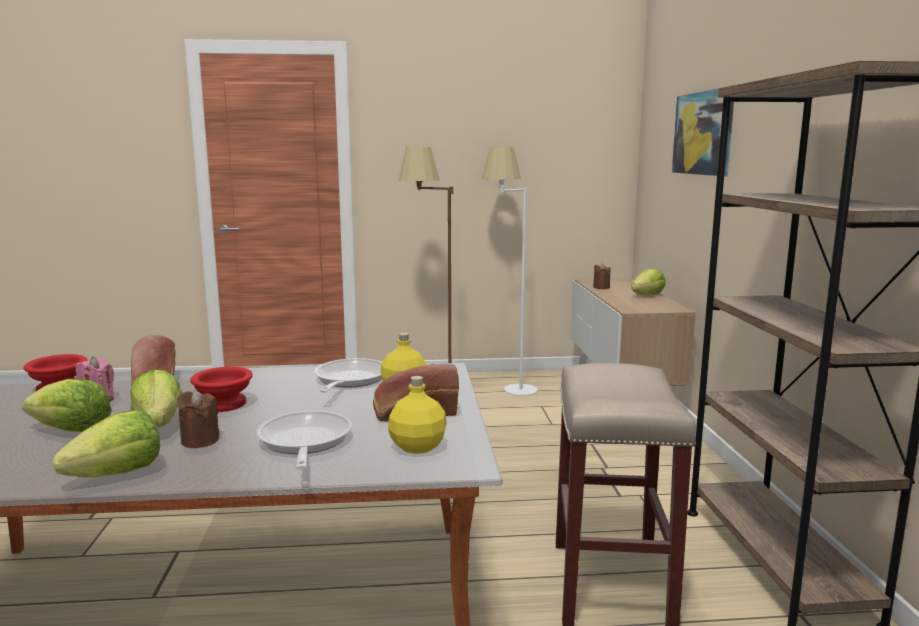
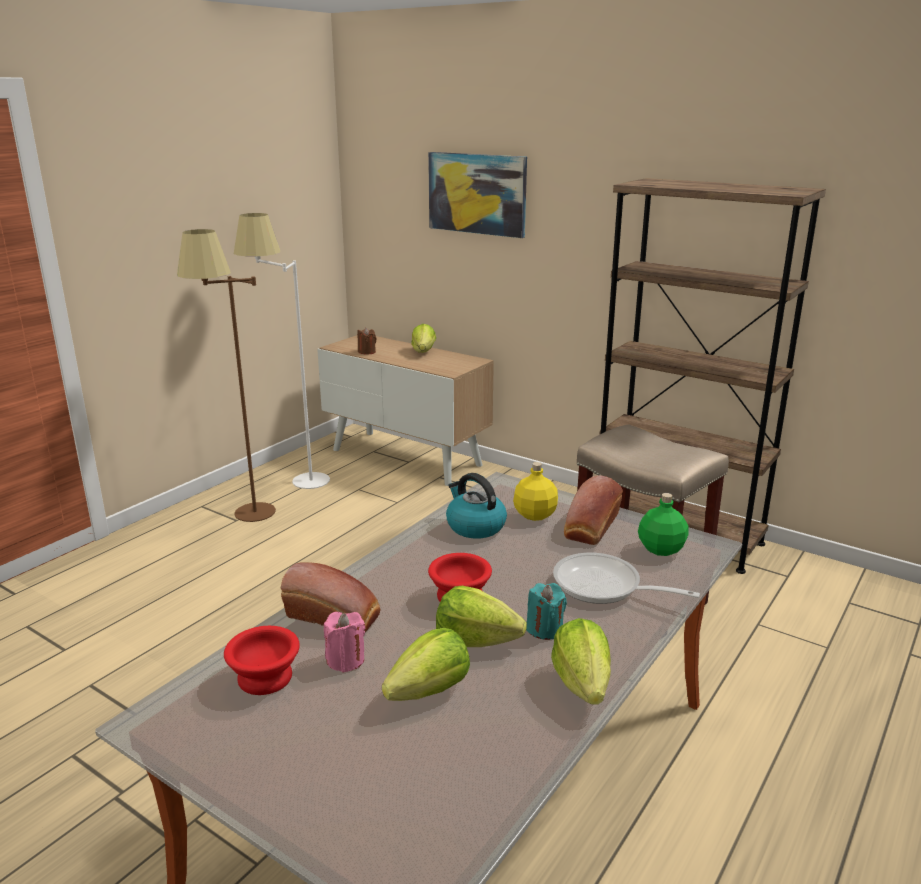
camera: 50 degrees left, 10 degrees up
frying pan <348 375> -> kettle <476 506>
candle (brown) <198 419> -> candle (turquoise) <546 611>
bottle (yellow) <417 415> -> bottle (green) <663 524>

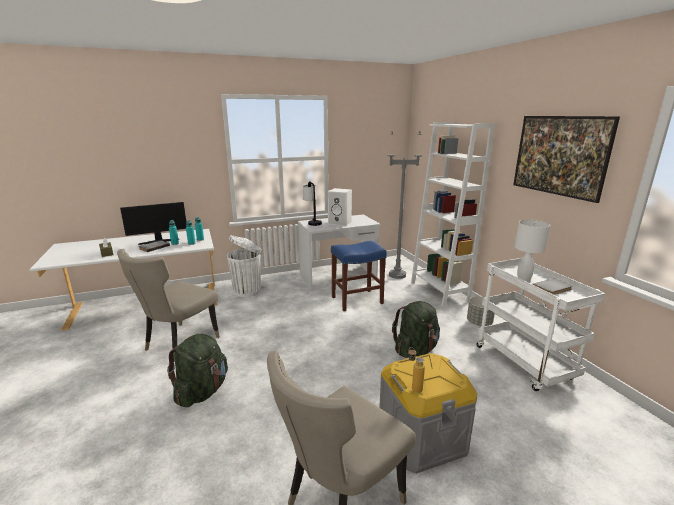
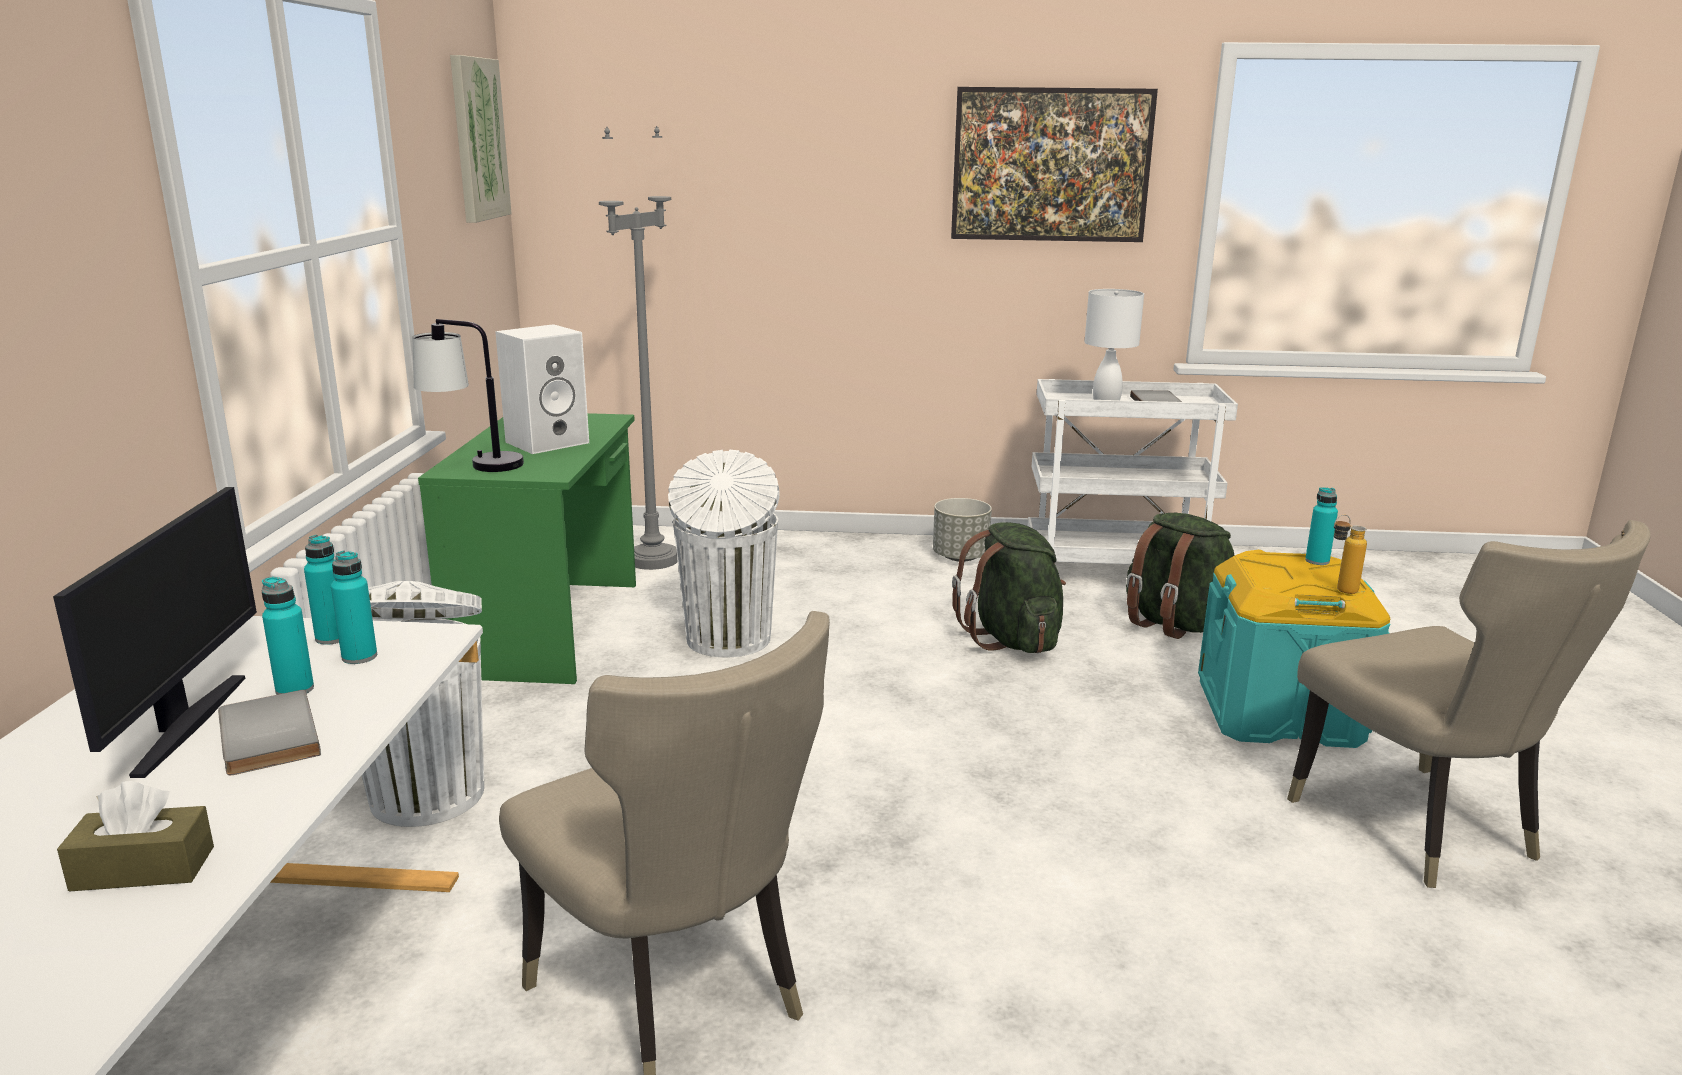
camera: 65 degrees left, 0 degrees up
bookcase (white) <453 214> -> none
none -> picture <481 139>
none -> bottle (turquoise) <1321 526>
backpack (green) <197 370> -> backpack (green) <1180 576>, move
stool (blue) <359 276> -> trash can (white) <724 553>
desk (white) <339 252> -> desk (green) <527 548>
storage box (grey) <428 413> -> storage box (turquoise) <1294 649>

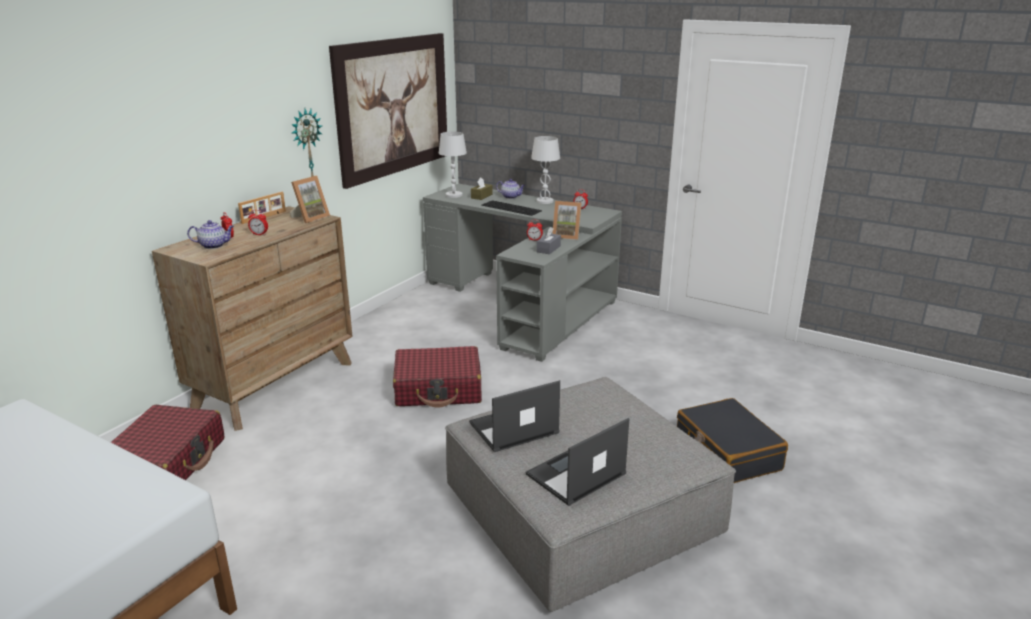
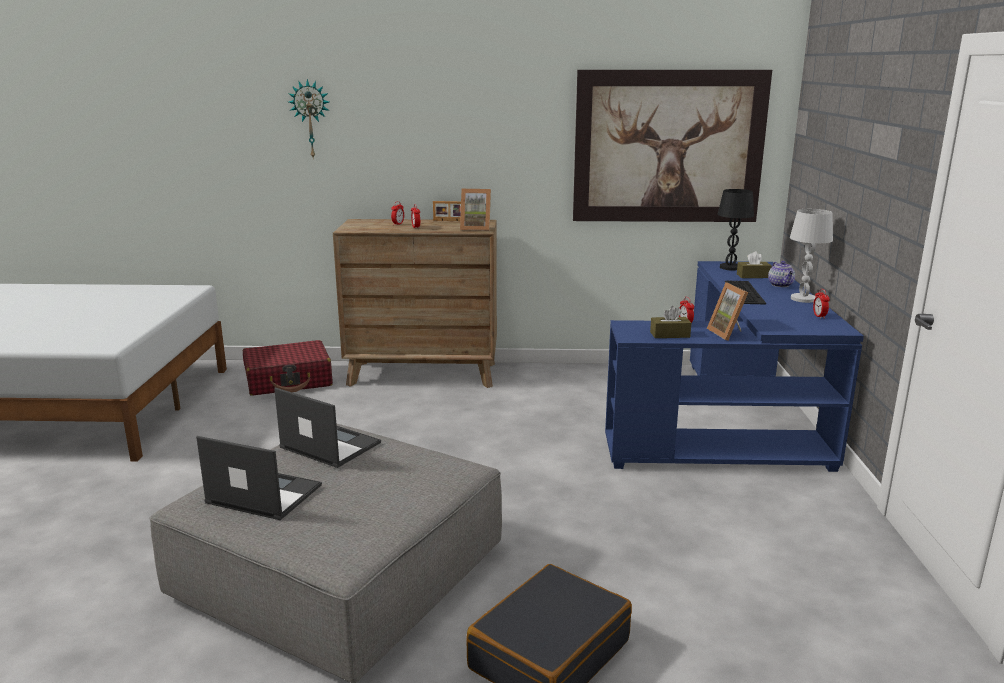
camera: 60 degrees right, 5 degrees down
teapot <210 234> -> none
suitcase (red) <437 377> -> none
wall clock <306 143> -> wall clock <308 118>, move
desk (grey) <522 273> -> desk (blue) <734 366>
table lamp (white) <453 164> -> table lamp (black) <736 230>
tissue box (grey) <549 240> -> tissue box (brown) <670 322>

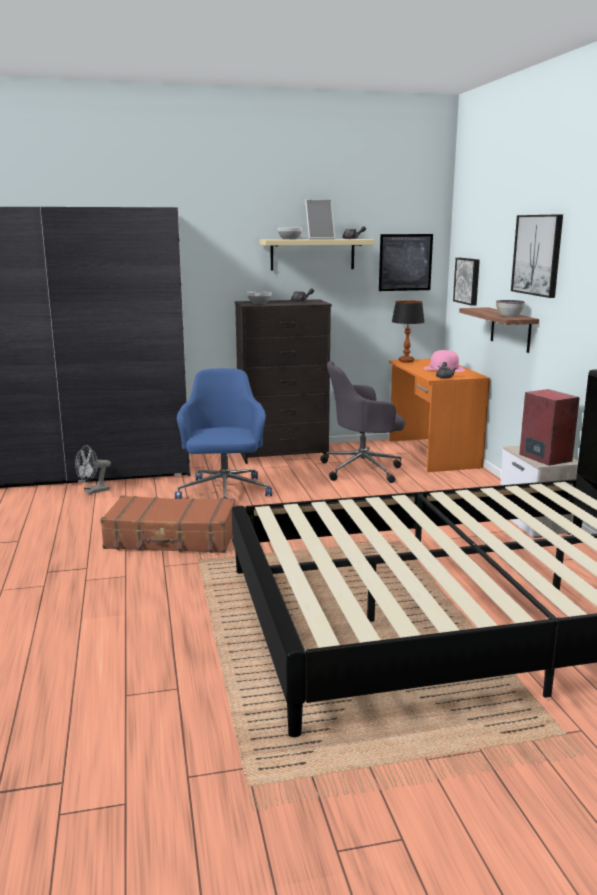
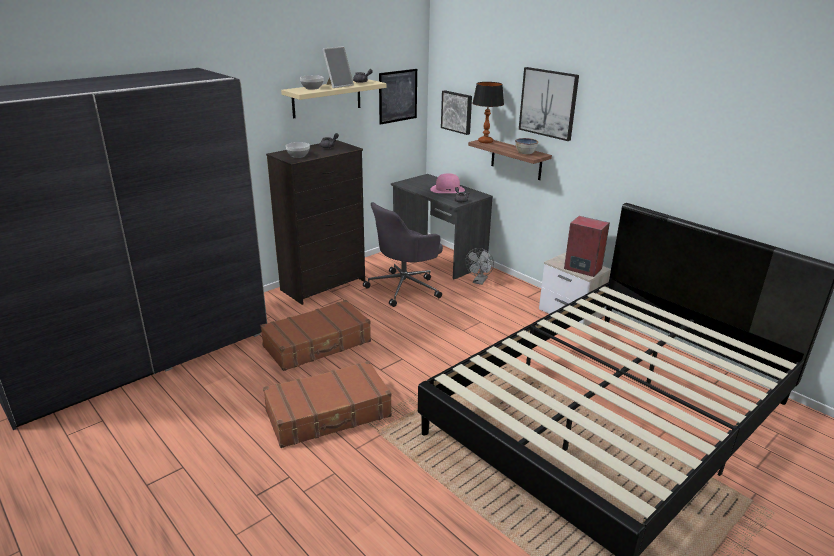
camera: 30 degrees left, 10 degrees up
fan (grey) <93 469> -> fan (grey) <479 266>, move
table lamp <408 332> -> table lamp <488 112>, move
office chair (blue) <223 433> -> suitcase (brown) <315 335>
desk (orange) <439 415> -> desk (grey) <442 226>

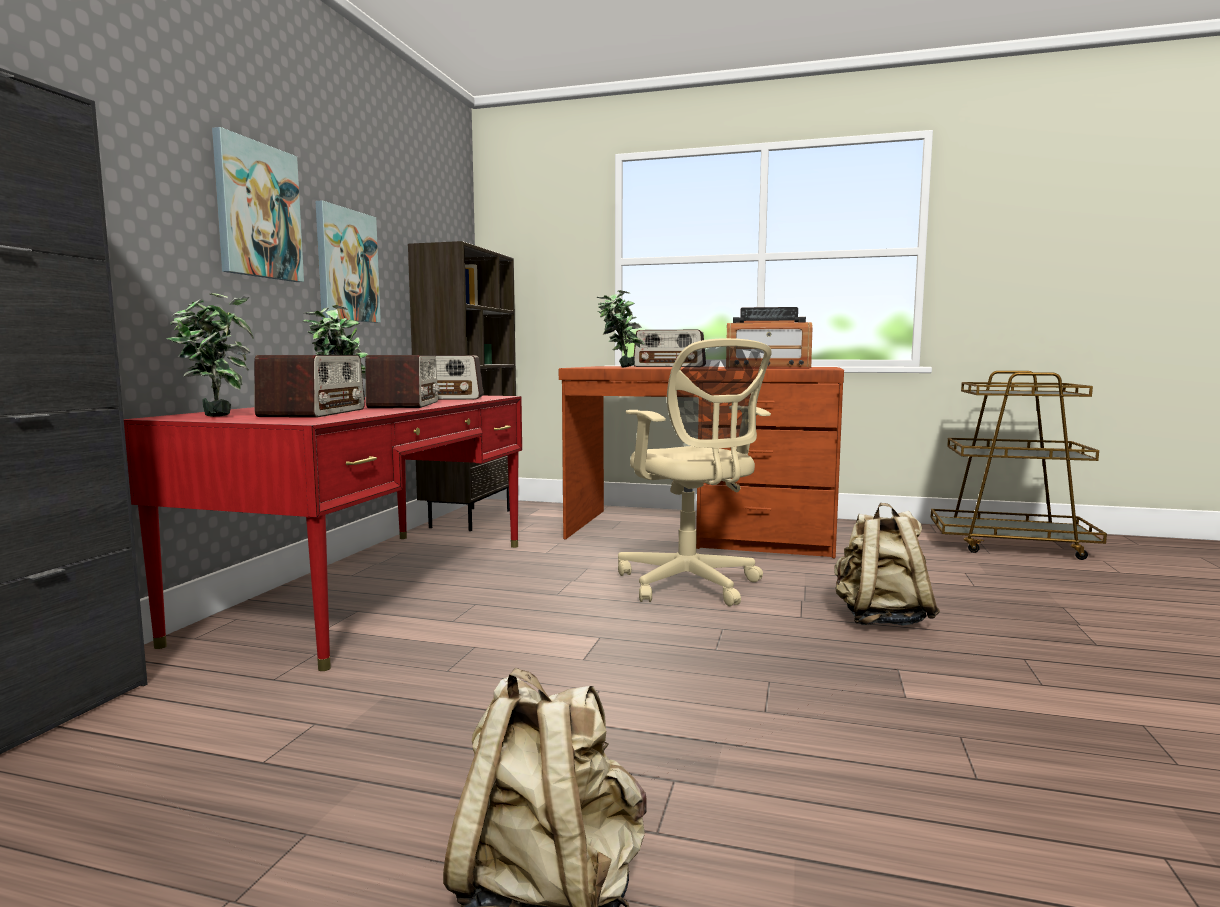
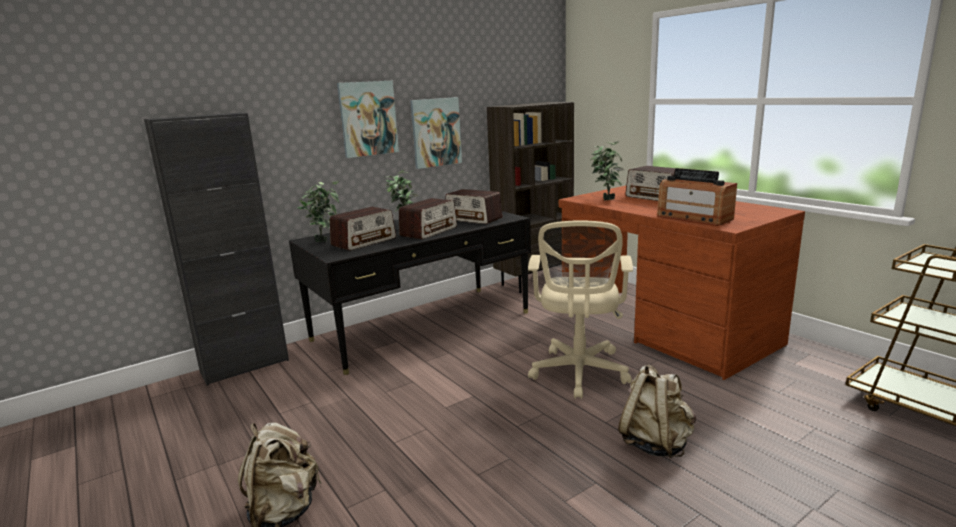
camera: 40 degrees right, 10 degrees up
desk (red) <323 533> -> desk (black) <410 293>

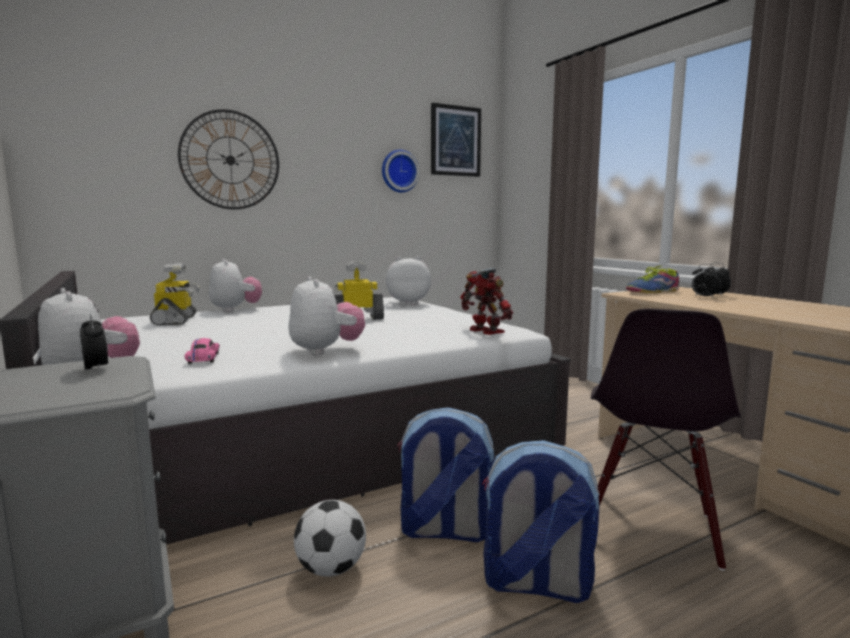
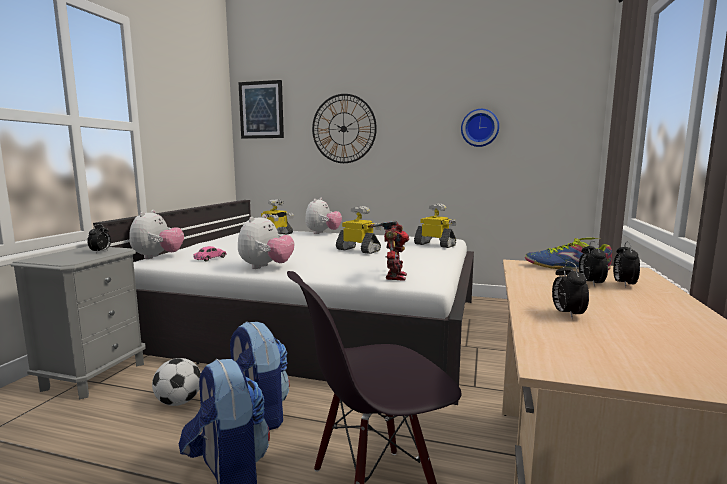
camera: 45 degrees right, 0 degrees up
none -> alarm clock <570 290>
picture <456 140> -> picture <261 109>, move
plush toy <408 280> -> toy robot <435 225>

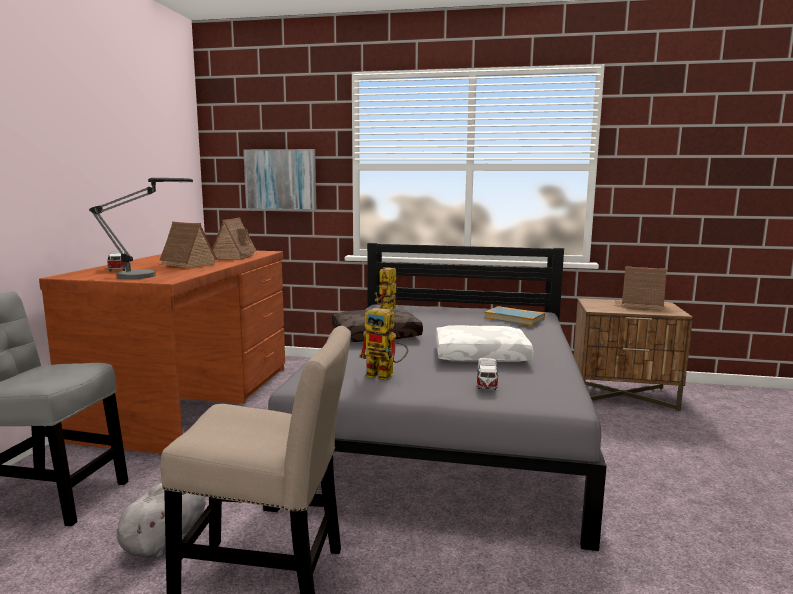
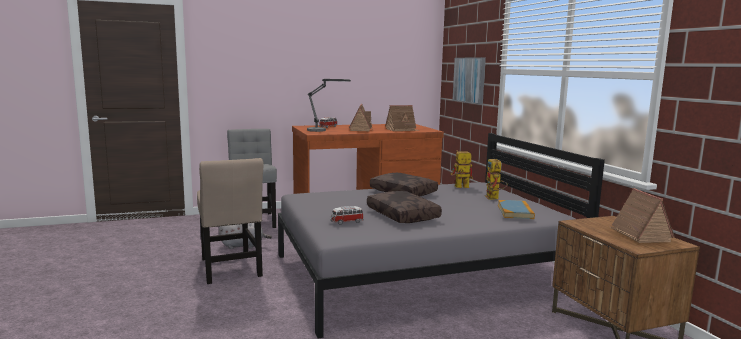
camera: 60 degrees right, 0 degrees up
toy robot <383 344> -> toy robot <496 179>, move
pillow (white) <484 343> -> pillow (brown) <404 207>

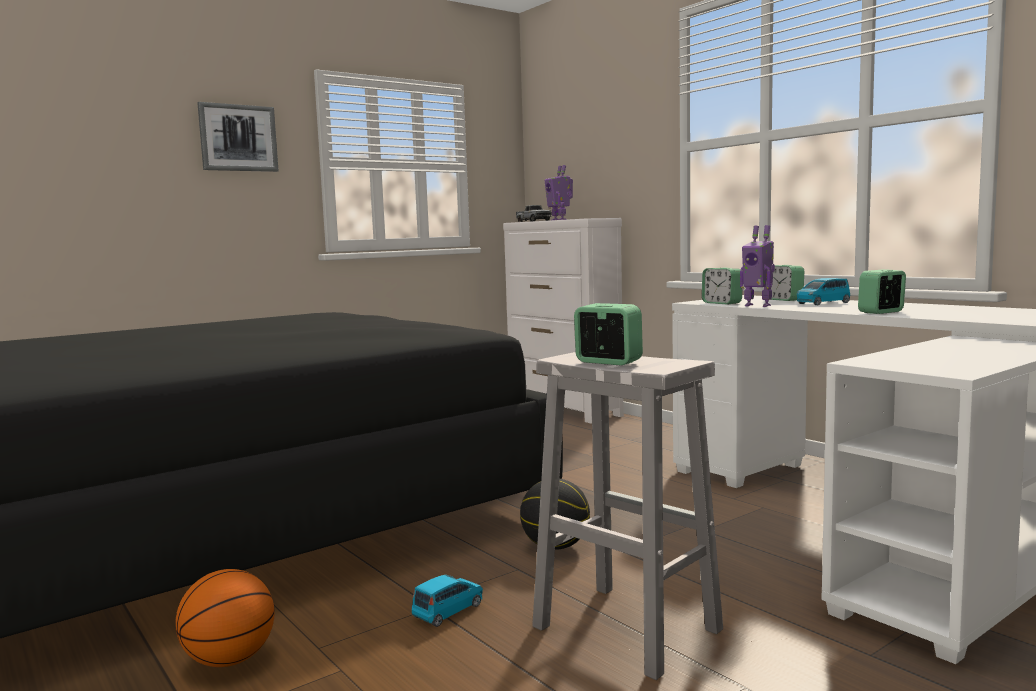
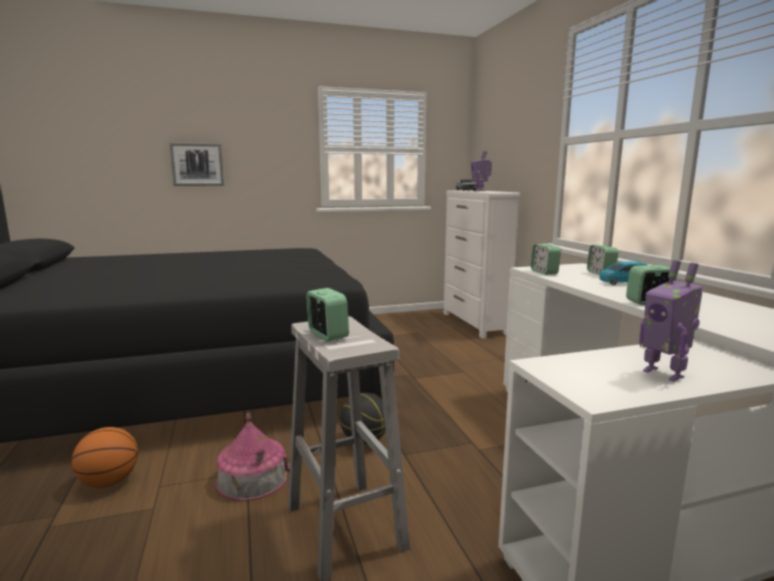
camera: 20 degrees right, 5 degrees up
picture <238 137> -> picture <196 164>, move
toy robot <757 266> -> toy robot <670 321>, move
toy car (blue) <447 601> -> toy house <253 457>

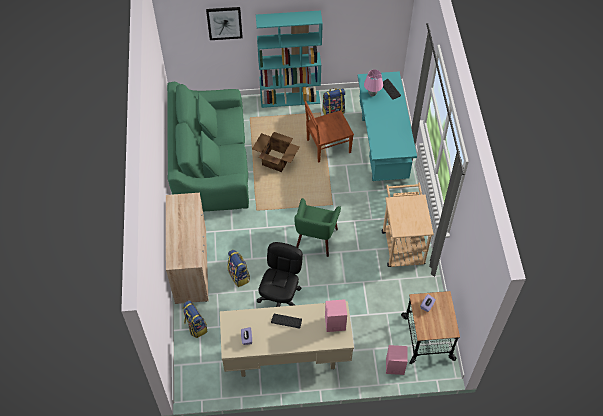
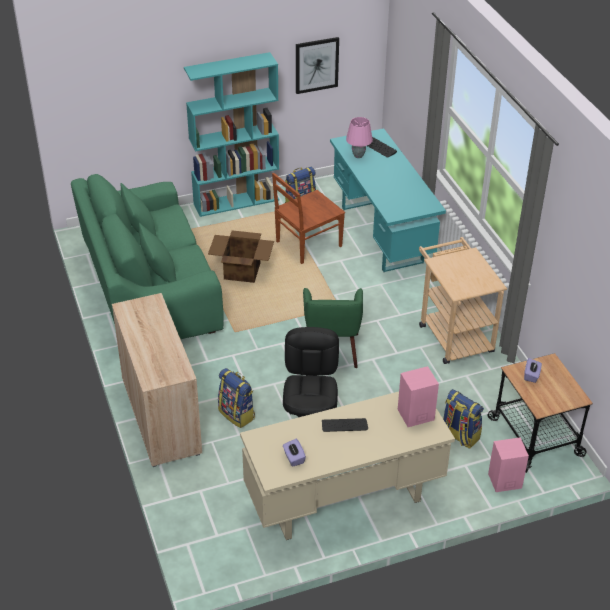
camera: 15 degrees left, 15 degrees down
backpack <195 319> -> backpack <463 419>, move
picture <224 23> -> picture <317 65>, move

